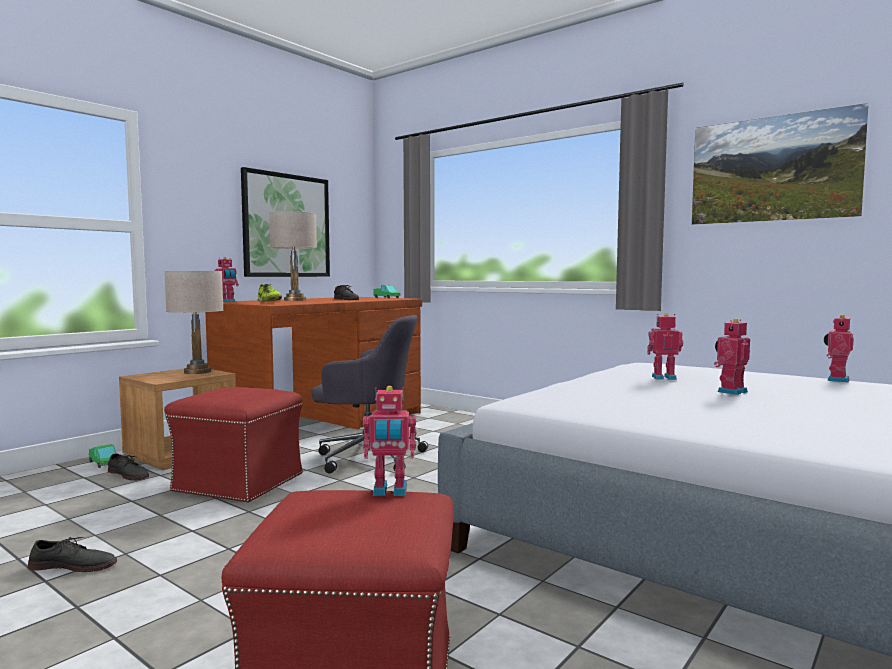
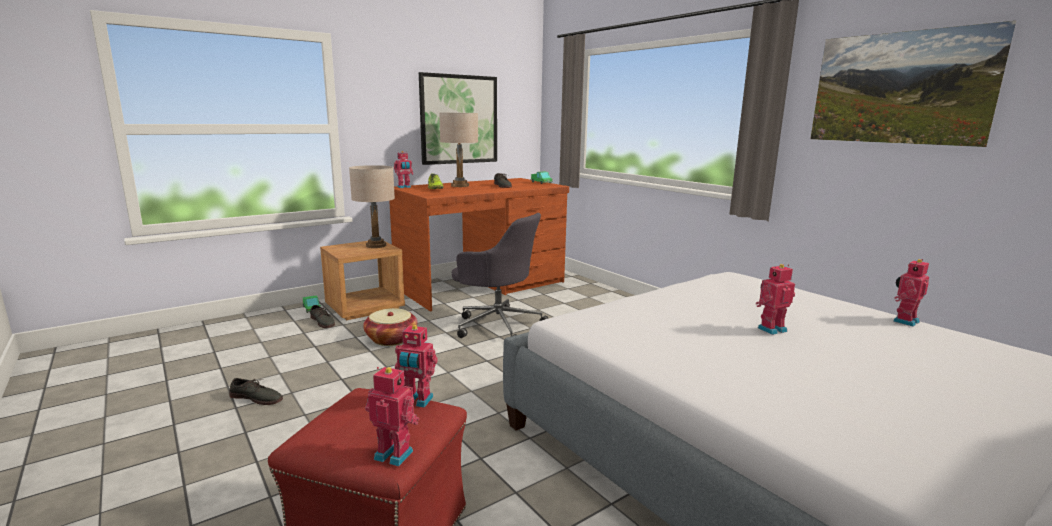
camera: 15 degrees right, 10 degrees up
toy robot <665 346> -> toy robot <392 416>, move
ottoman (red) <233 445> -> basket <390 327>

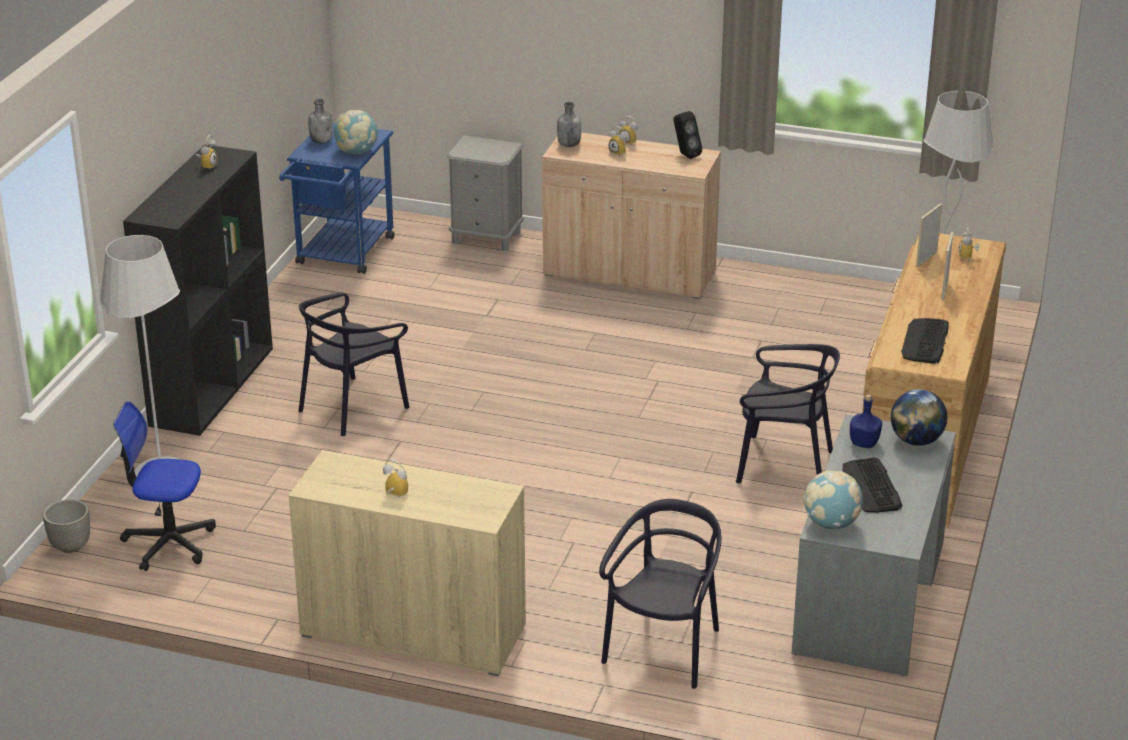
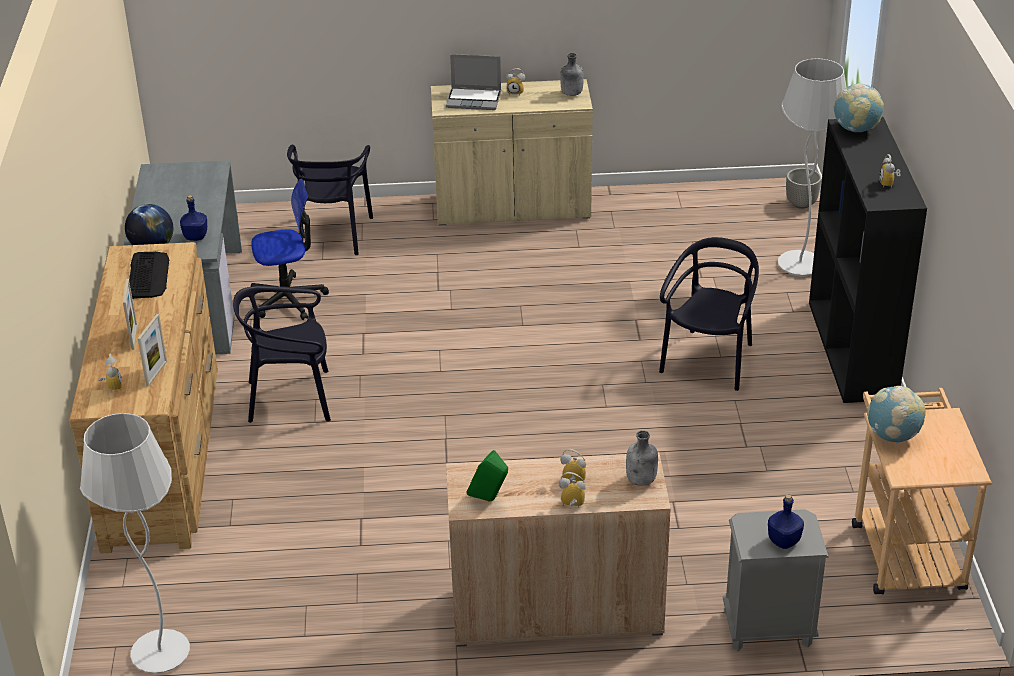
camera: 160 degrees right, 5 degrees up
keyboard <872 485> -> none
none -> laptop <473 82>
none -> bottle (blue) <786 521>
office chair <164 486> -> office chair <290 249>, move
bottle (grey) <320 121> -> bottle (grey) <572 74>, move
globe <833 500> -> globe <858 107>, move
cart (blue) <337 198> -> cart (beige) <922 491>
speaker (black) <687 135> -> speaker (green) <487 476>

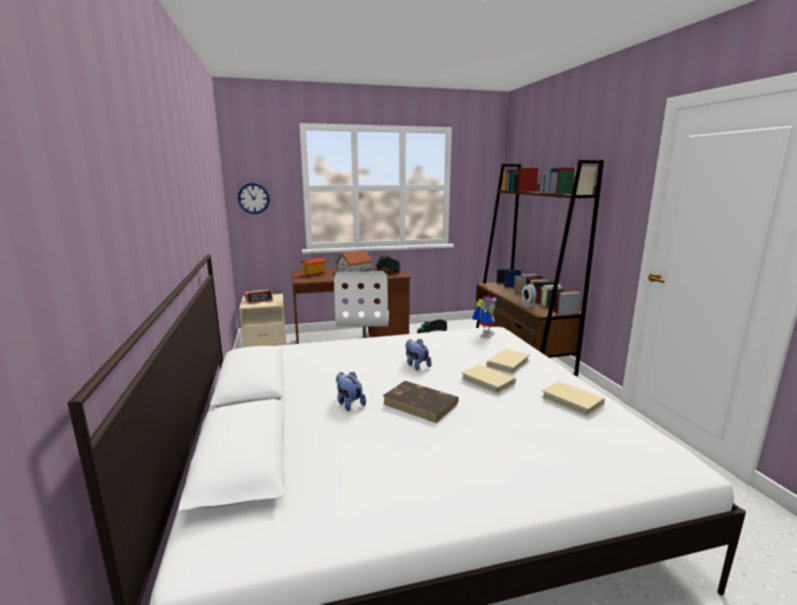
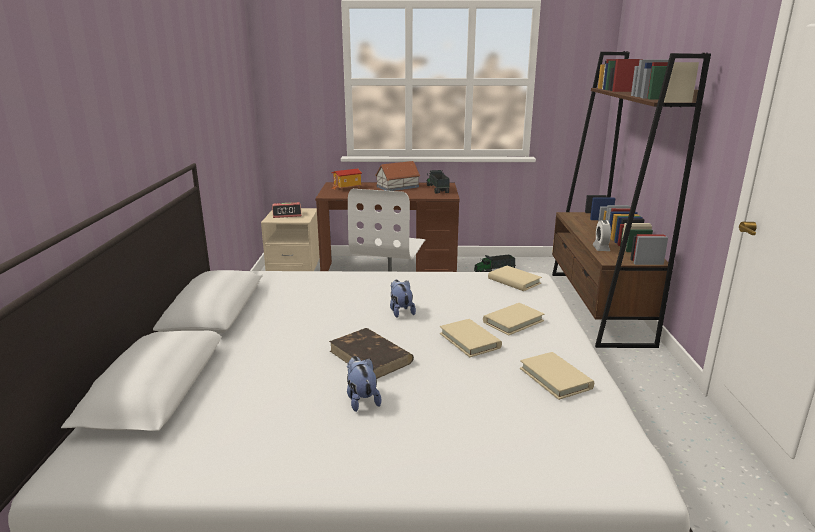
camera: 15 degrees right, 5 degrees up
wall clock <254 198> -> none
plush toy <351 391> -> plush toy <364 384>, move
toy robot <484 316> -> book (beige) <515 278>

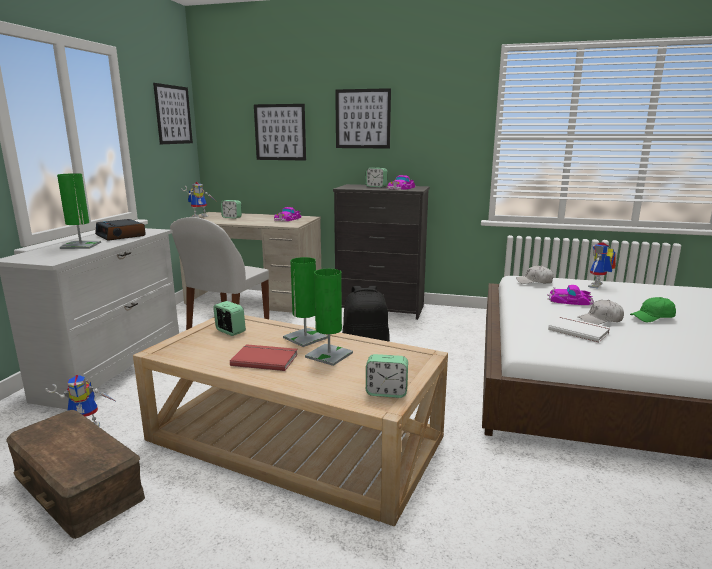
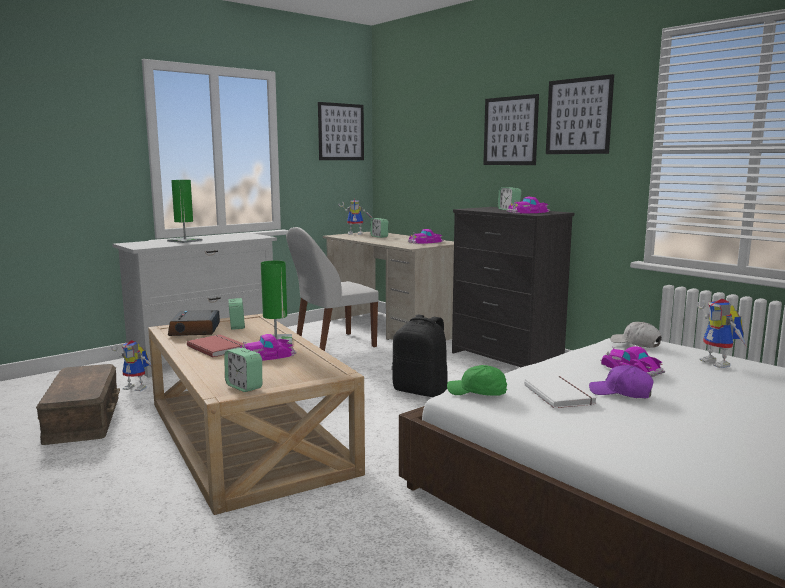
camera: 35 degrees right, 5 degrees down
alarm clock <120 230> -> alarm clock <194 323>, move
picture <280 132> -> picture <580 114>, move
cap (green) <653 309> -> cap (green) <477 380>, move
table lamp (green) <329 317> -> toy car <268 347>
cap (white) <601 312> -> cap (purple) <621 381>
toy robot <602 265> -> toy robot <722 333>, 90 degrees counterclockwise

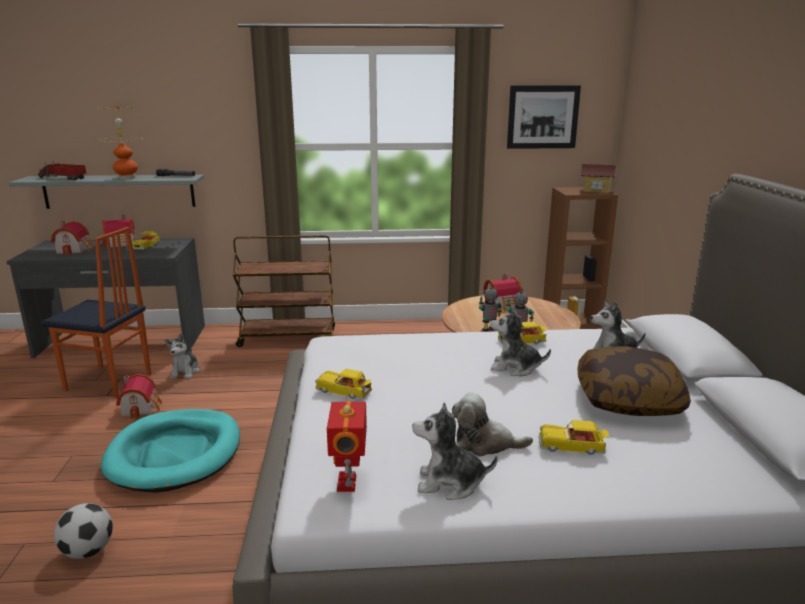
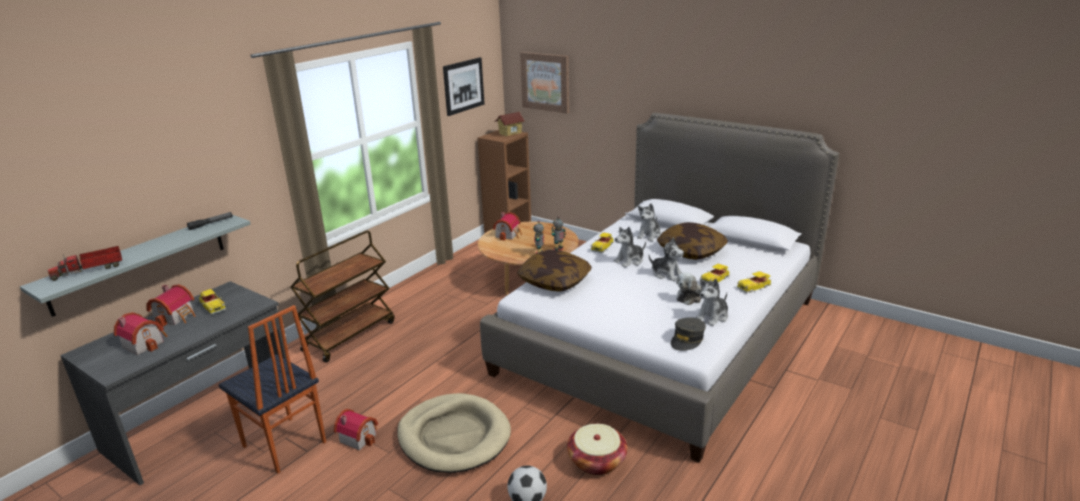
camera: 50 degrees left, 5 degrees up
table lamp <120 142> -> none
none -> pillow <554 271>
none -> picture <544 82>
none -> basket <597 449>
plush toy <182 356> -> plush toy <666 259>, move
toy car <343 384> -> toy car <754 282>, move
toy robot <346 446> -> cap (grey) <688 334>
dog bed (turquoise) <170 451> -> dog bed (beige) <454 433>
chair <96 313> -> chair <272 389>, 75 degrees clockwise

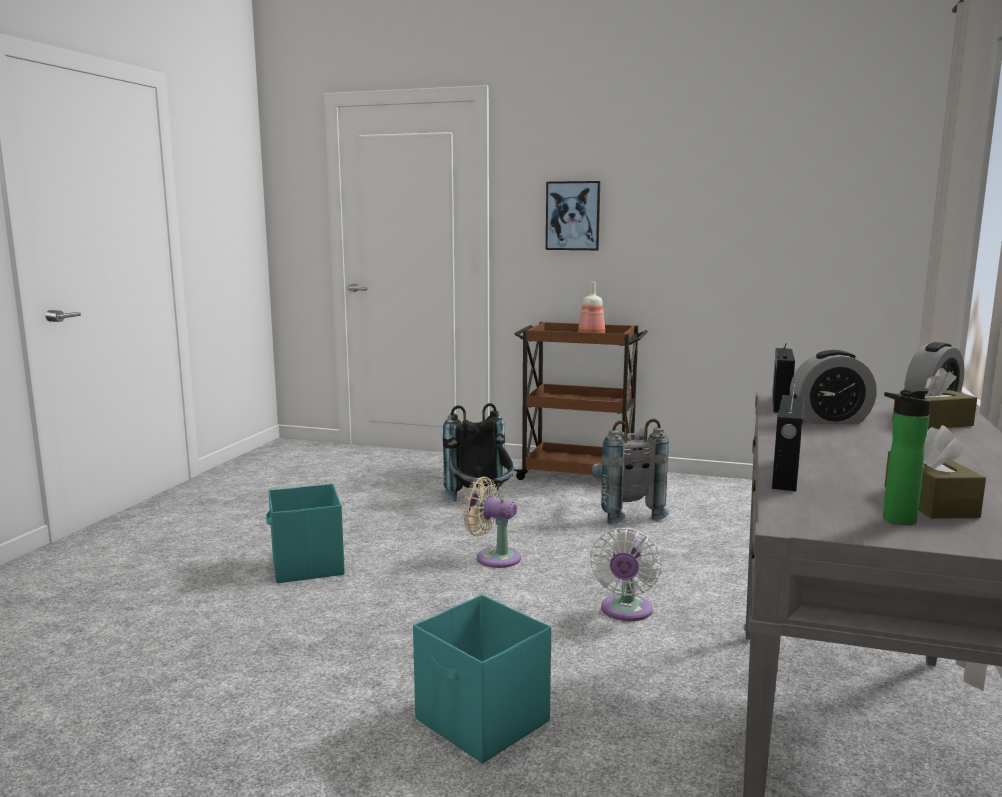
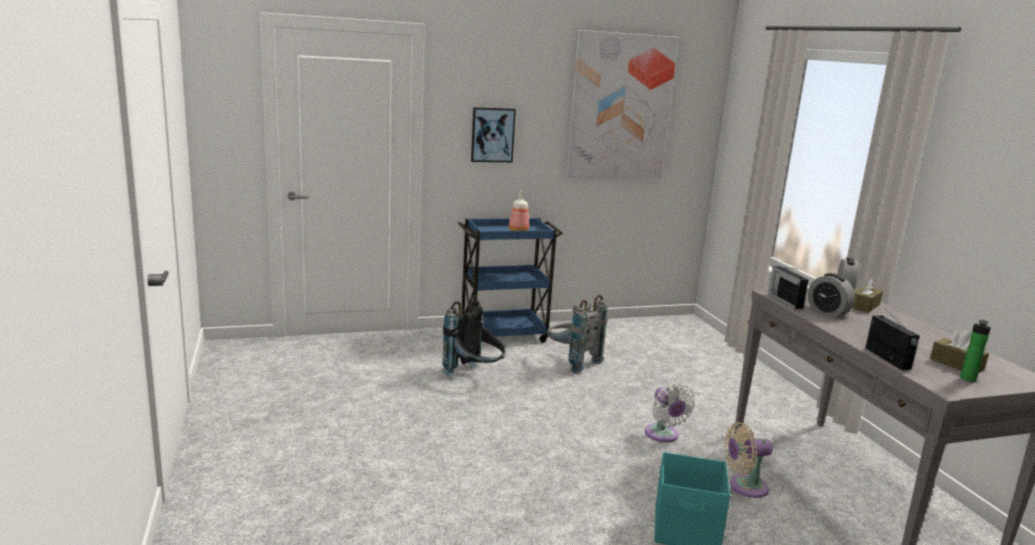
camera: 35 degrees left, 5 degrees up
storage box (turquoise) <305 533> -> none
none -> picture <622 104>
fan (beige) <492 522> -> fan (beige) <748 460>, move
cart (brown) <581 401> -> cart (blue) <510 280>
alarm clock <833 387> -> alarm clock <831 295>, 90 degrees clockwise

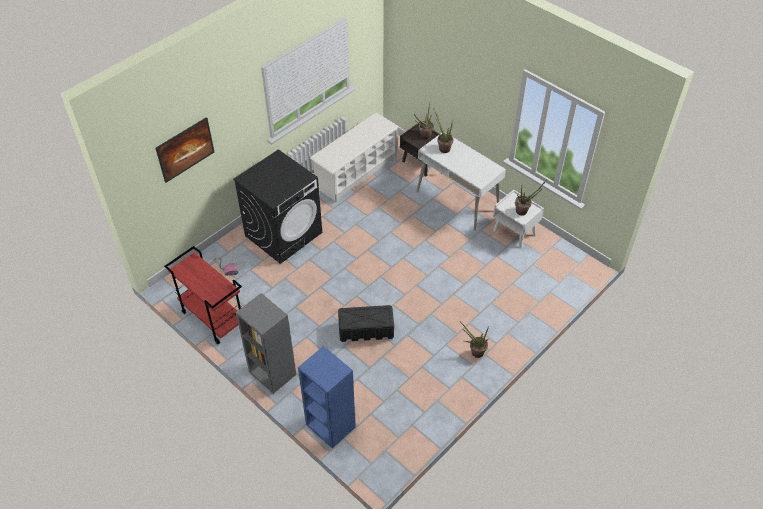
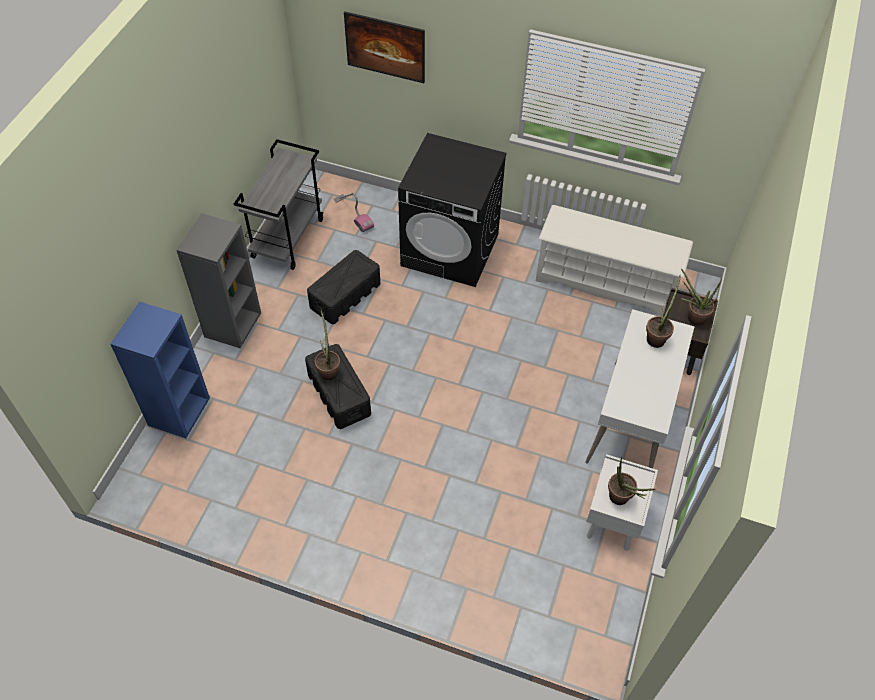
camera: 65 degrees right, 5 degrees up
none -> storage box (black) <343 287>
potted plant <474 340> -> potted plant <327 345>, move
cart (red) <203 295> -> cart (grey) <279 204>

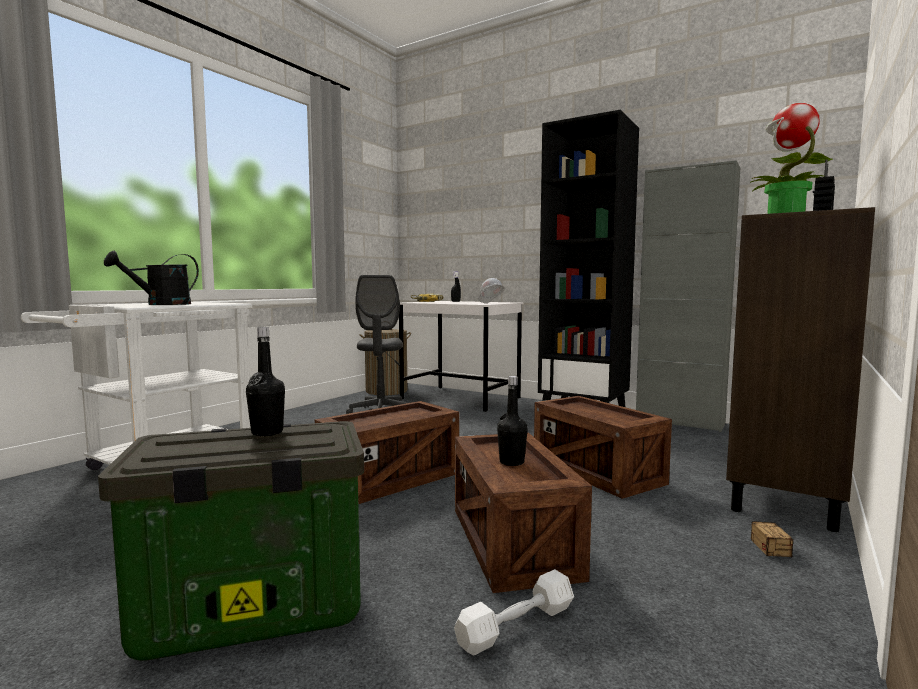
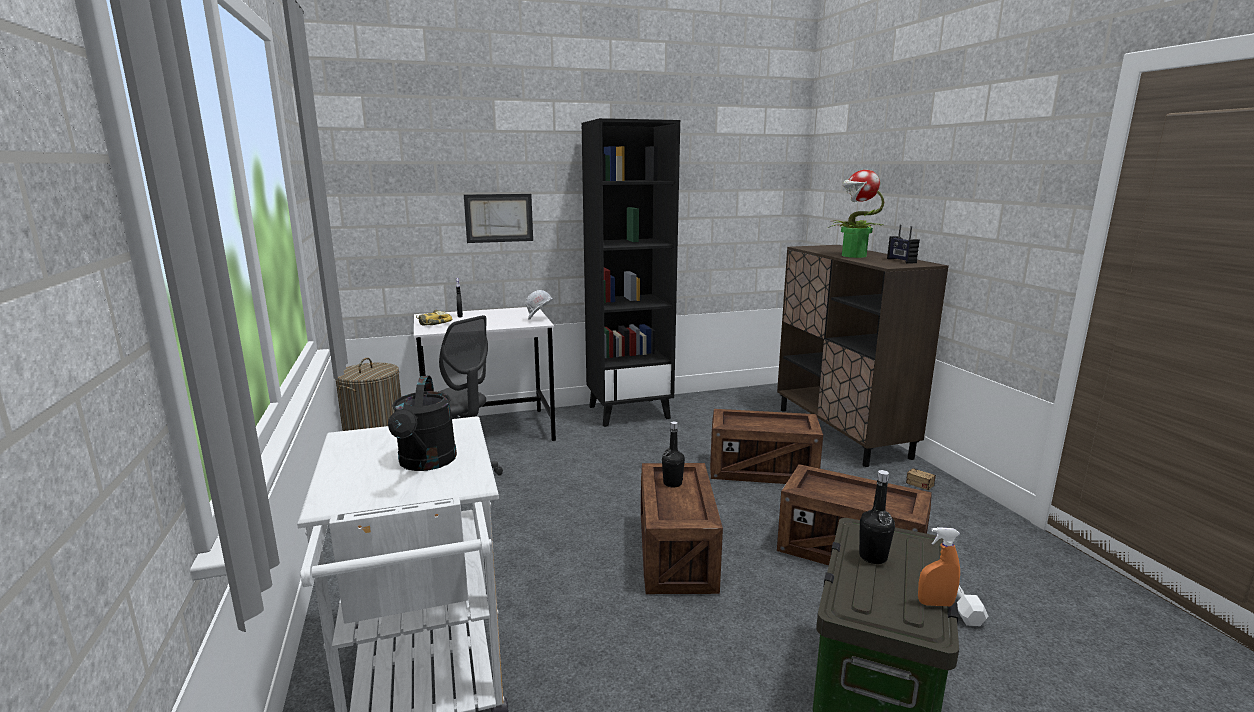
camera: 50 degrees left, 10 degrees up
cabinet (grey) <688 296> -> none
none -> picture <498 218>
none -> spray bottle (orange) <939 566>
bottle (black) <512 421> -> bottle (black) <673 454>, move

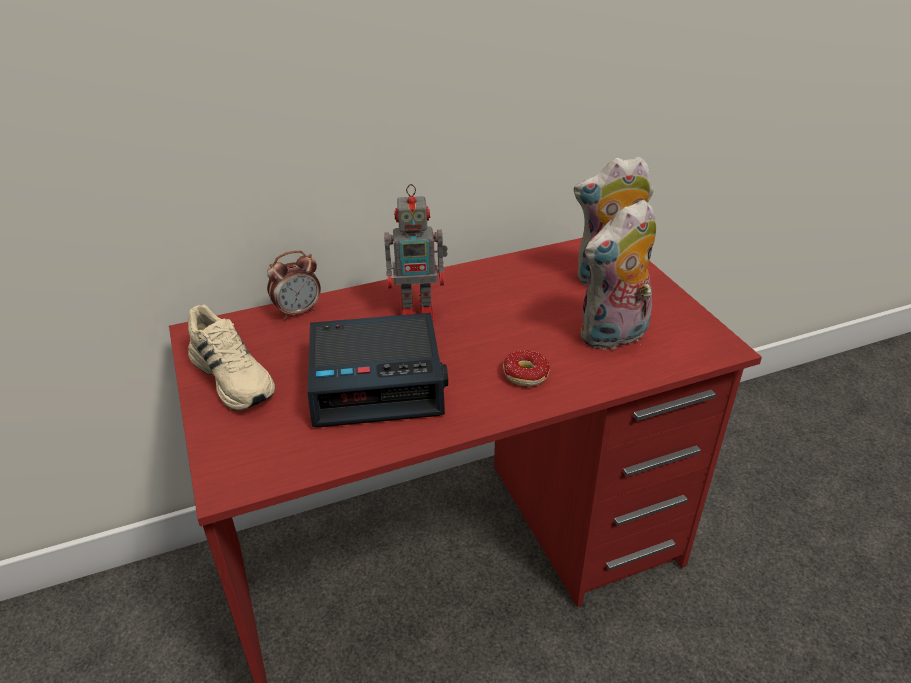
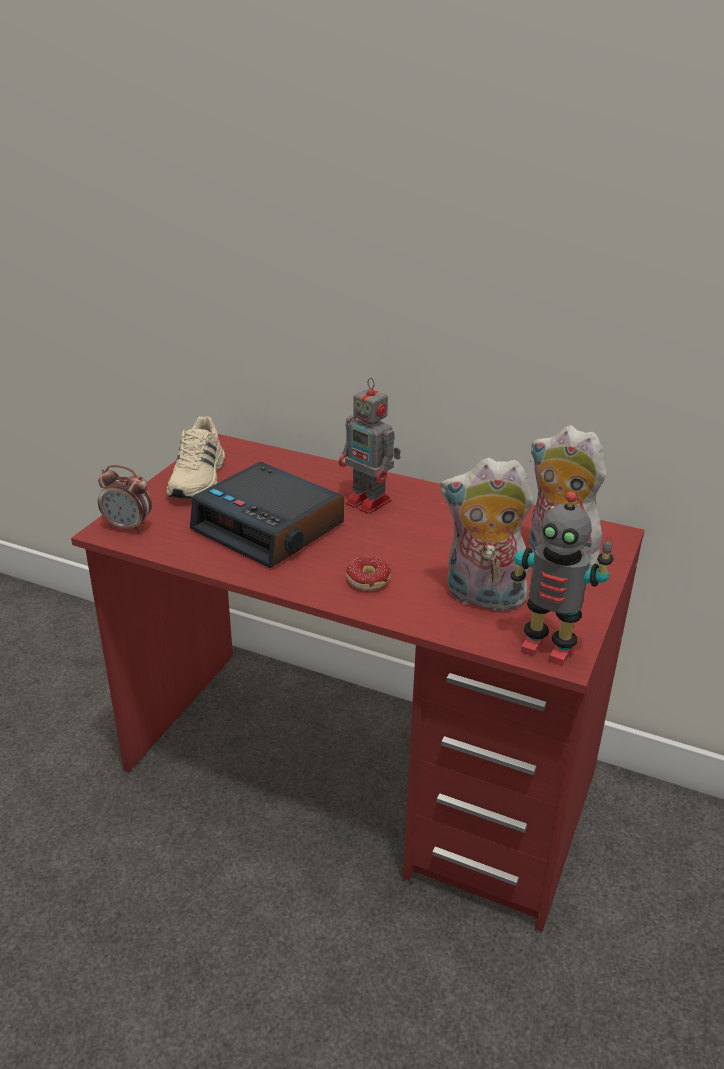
camera: 45 degrees right, 5 degrees down
none -> toy robot <562 578>
alarm clock <294 285> -> alarm clock <125 499>, move

